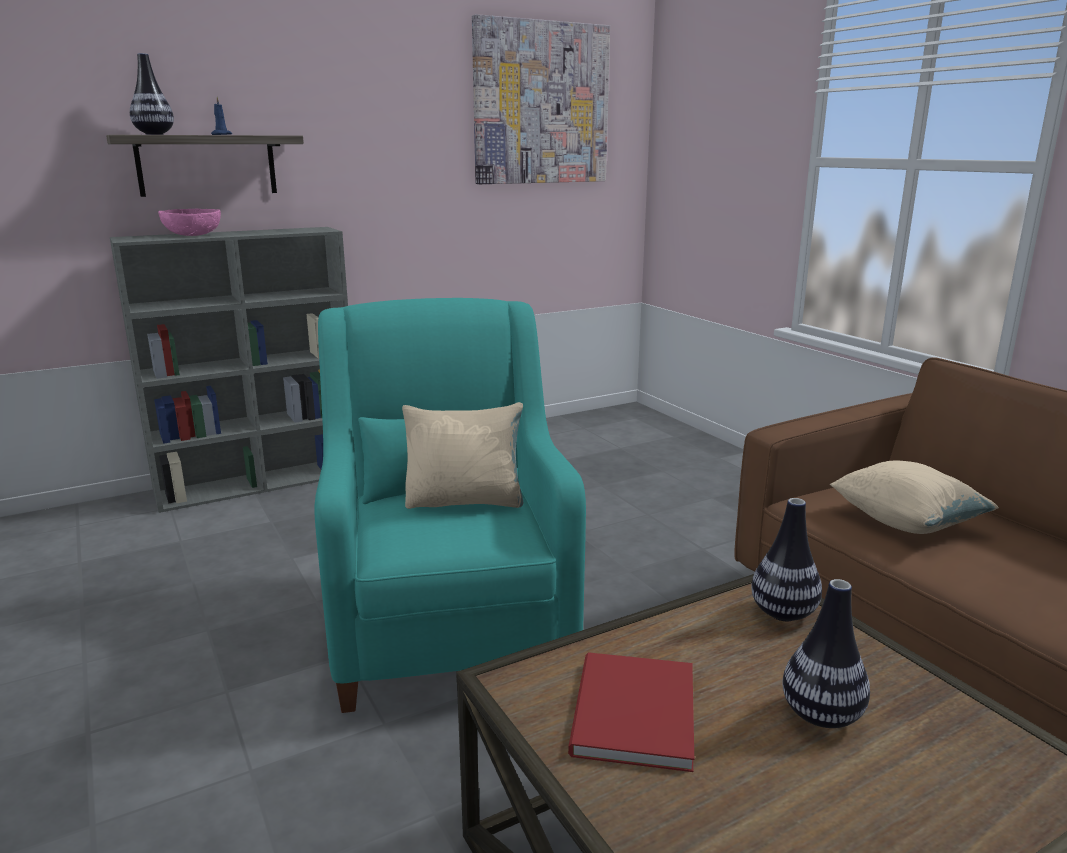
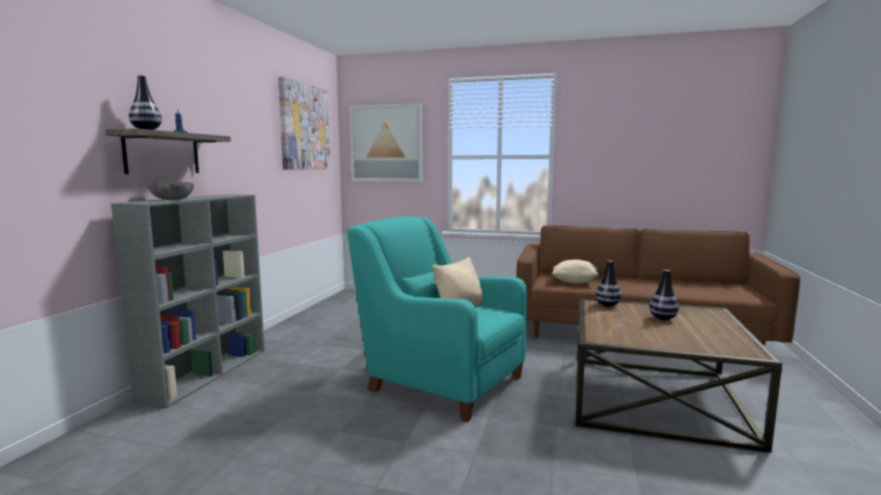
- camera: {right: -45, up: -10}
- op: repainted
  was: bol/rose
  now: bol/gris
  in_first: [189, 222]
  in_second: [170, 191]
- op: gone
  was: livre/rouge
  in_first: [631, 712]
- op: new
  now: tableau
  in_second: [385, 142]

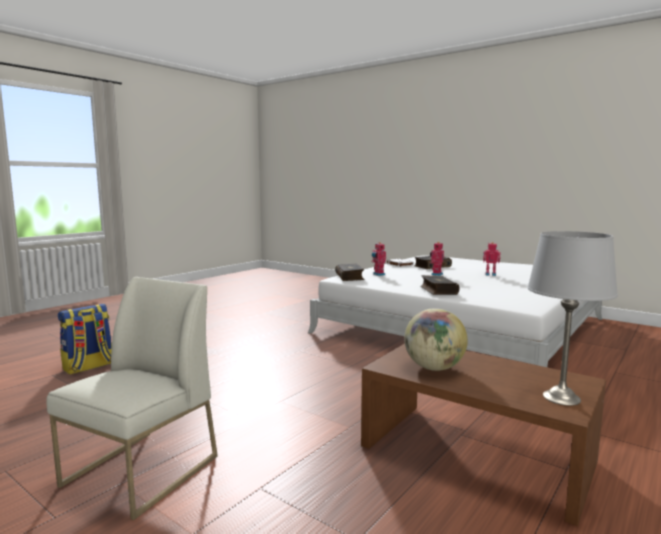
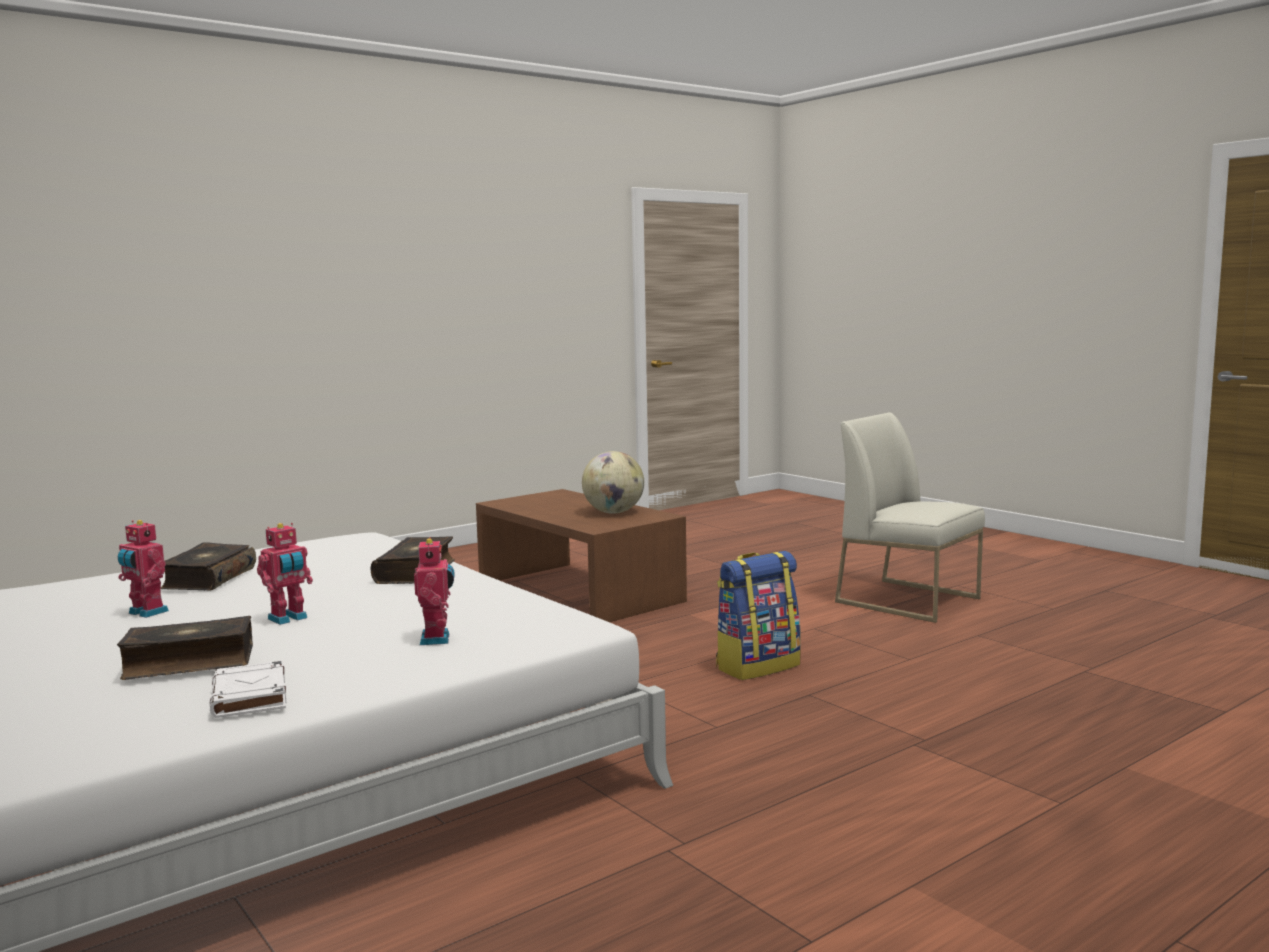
- camera: {right: -165, up: 0}
- op: gone
  was: lampe de table/gris
  in_first: [572, 318]
- op: shifted
  was: livre
  in_first: [350, 272]
  in_second: [208, 566]
- op: rotated
  was: chaise/blanc
  in_first: [132, 398]
  in_second: [910, 517]
  clockwise: 90
- op: shifted
  was: sac à dos
  in_first: [85, 339]
  in_second: [758, 615]

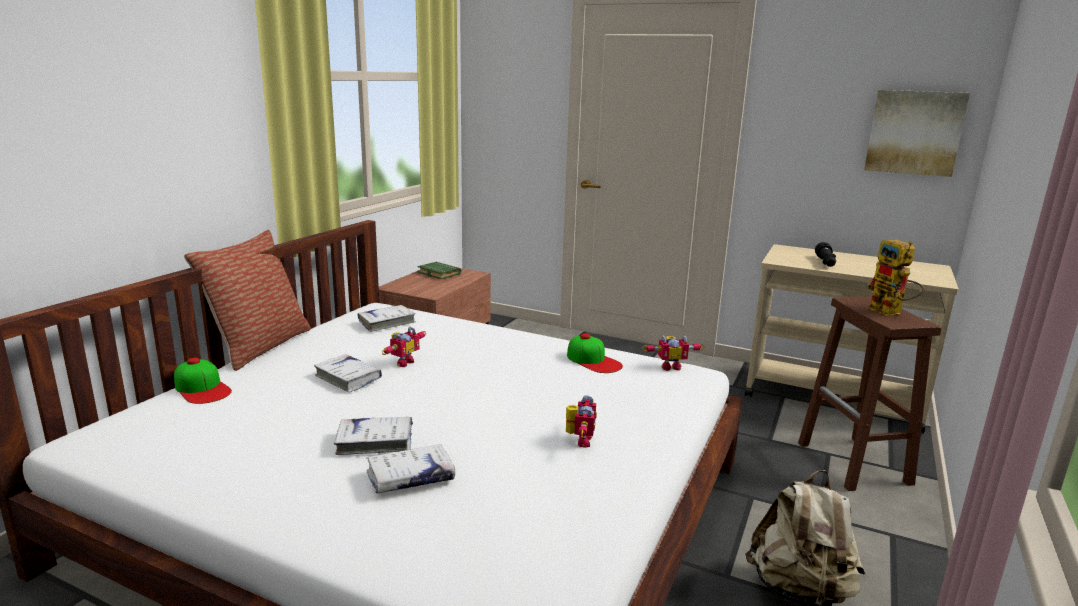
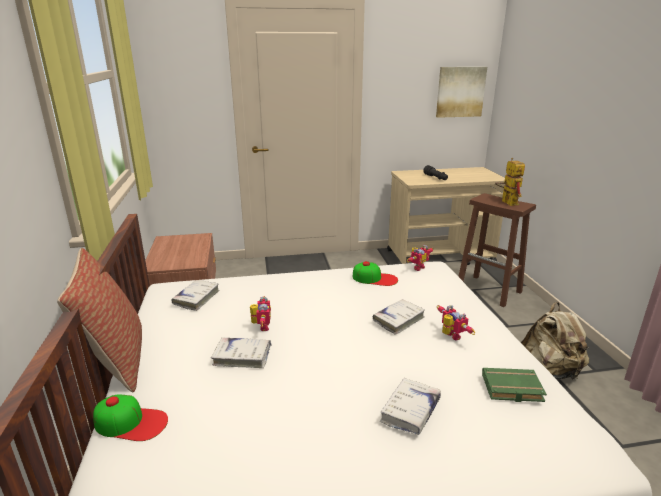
- camera: {right: -35, up: 5}
- op: rotated
  was: robot jouet
  in_first: [895, 277]
  in_second: [510, 182]
  clockwise: -135
- op: shifted
  was: livre/vert
  in_first: [439, 270]
  in_second: [514, 385]
- op: shifted
  was: livre/blanc
  in_first: [373, 436]
  in_second: [399, 317]

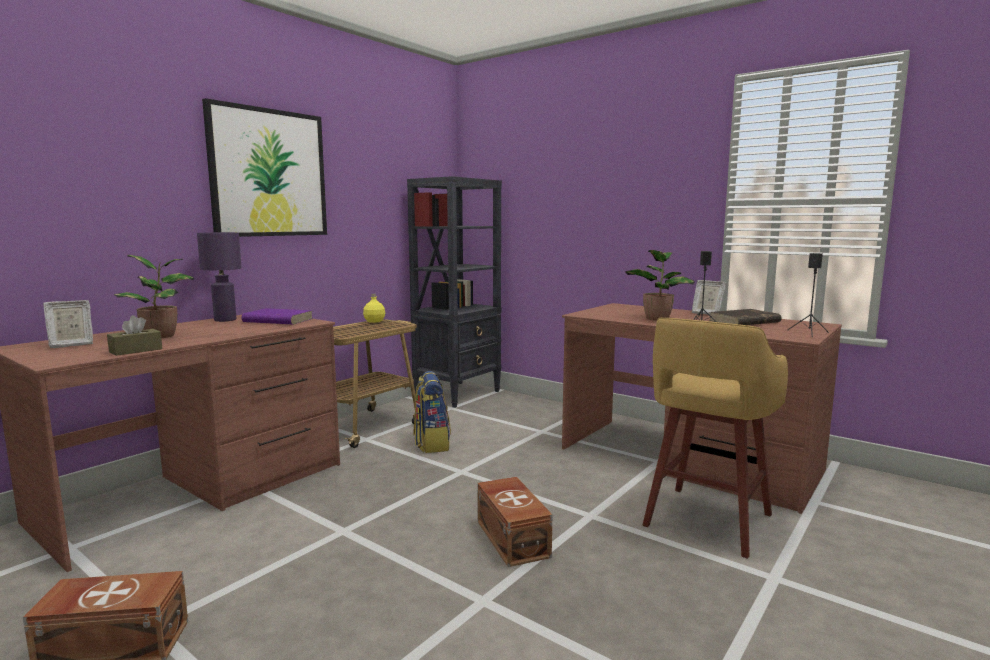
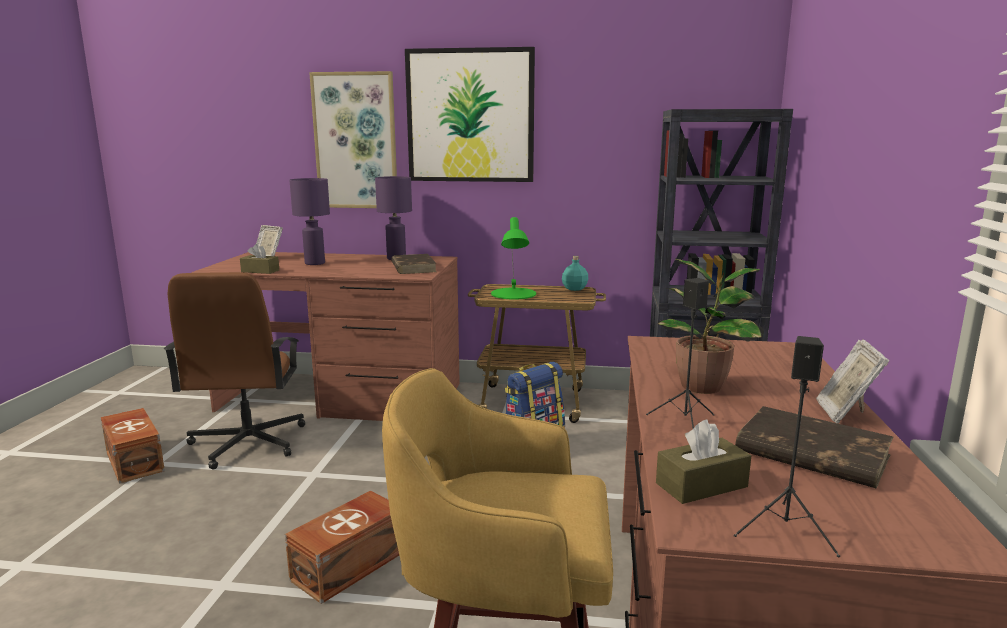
- camera: {right: 60, up: 5}
- op: swapped
  was: plante en pot
  now: lampe de table/violet
  in_first: [154, 296]
  in_second: [309, 221]
- op: repainted
  was: bouteille/jaune
  now: bouteille/turquoise
  in_first: [374, 308]
  in_second: [575, 273]
- op: repainted
  was: livre/violet
  now: livre/marron
  in_first: [277, 316]
  in_second: [414, 264]
- op: new
  now: tableau
  in_second: [353, 139]
- op: new
  now: lampe de table/vert
  in_second: [513, 258]
- op: new
  now: chaise de bureau/marron
  in_second: [234, 371]
- op: new
  now: boîte à mouchoirs/marron
  in_second: [703, 462]

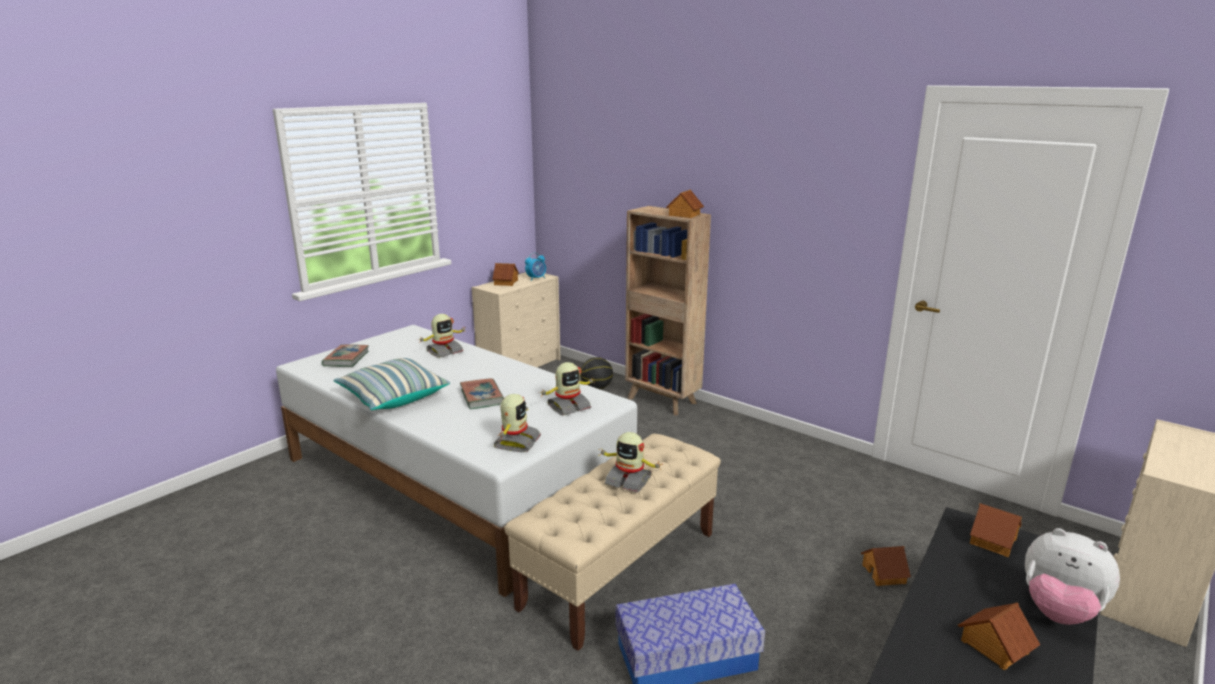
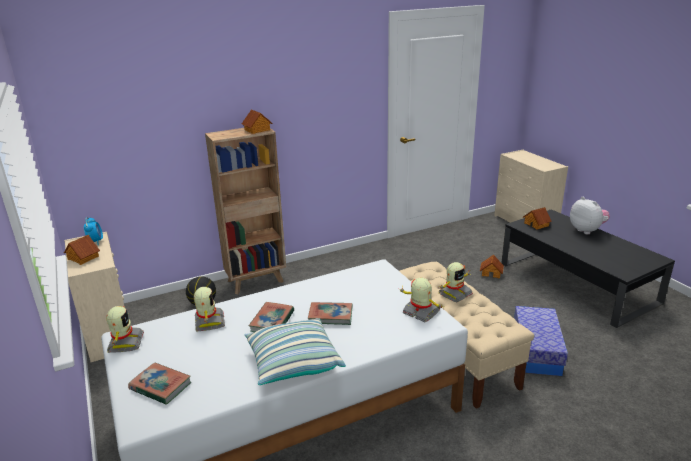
- camera: {right: -65, up: 5}
- op: shifted
  was: robot jouet
  in_first: [568, 389]
  in_second: [125, 329]
- op: rotated
  was: peluche
  in_first: [1072, 576]
  in_second: [590, 216]
  clockwise: -90
- op: gone
  was: maison miniature
  in_first: [999, 636]
- op: new
  now: livre
  in_second: [271, 317]

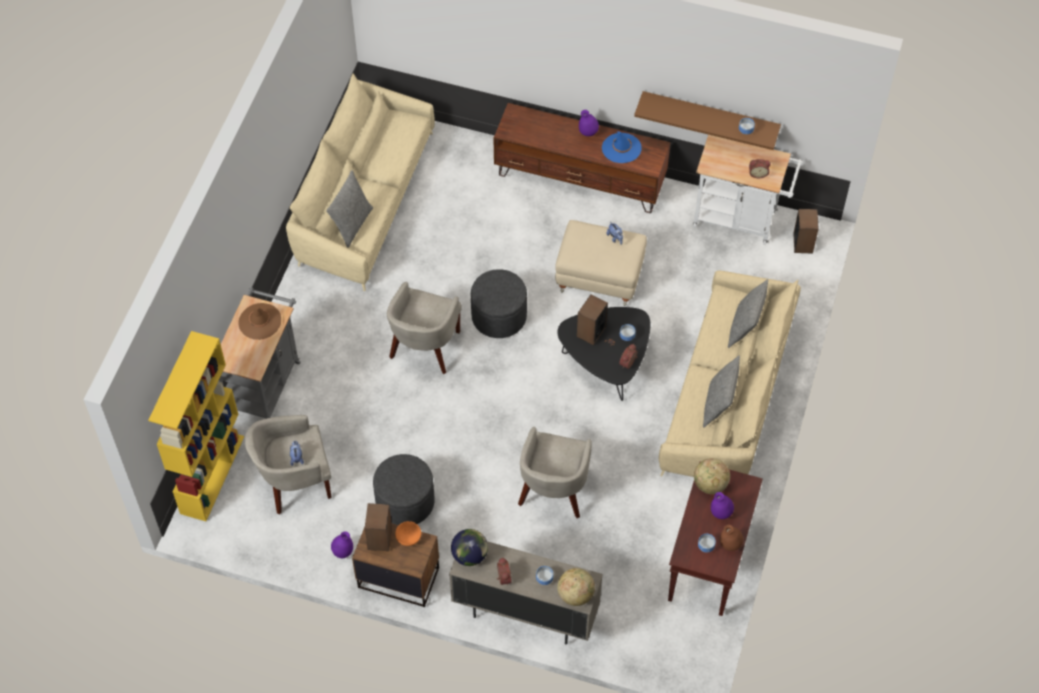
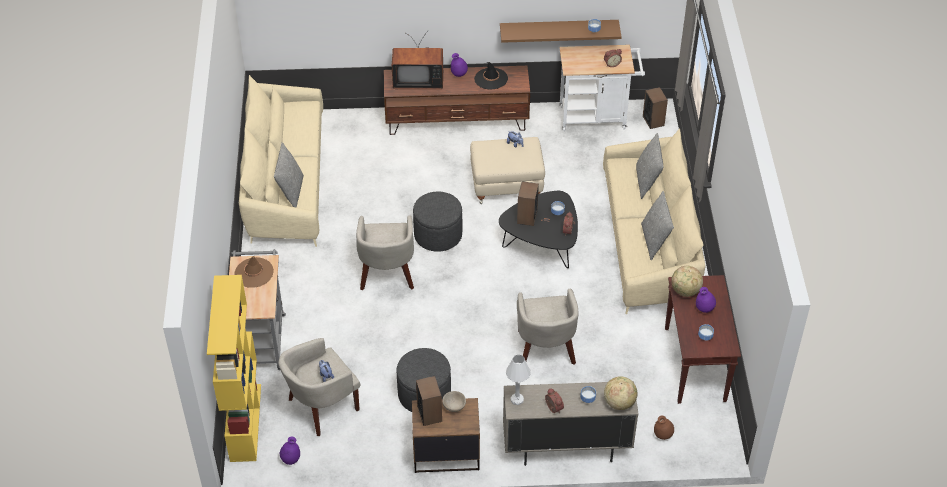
- camera: {right: -20, up: -10}
- op: repainted
  was: chapeau/bleu
  now: chapeau/noir
  in_first: [622, 147]
  in_second: [491, 76]
- op: repainted
  was: bol/orange
  now: bol/beige
  in_first: [408, 533]
  in_second: [454, 401]
- op: shifted
  was: vase/marron
  in_first: [732, 538]
  in_second: [664, 428]
- op: swapped
  was: globe
  now: lampe de table/blanc
  in_first: [469, 547]
  in_second: [518, 380]
- op: shifted
  was: vase/violet
  in_first: [342, 544]
  in_second: [290, 450]
- op: new
  now: téléviseur
  in_second: [417, 60]

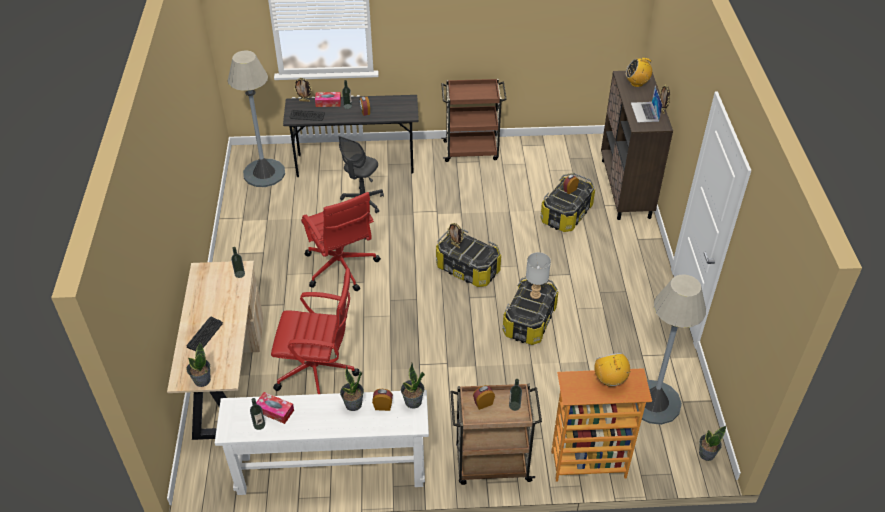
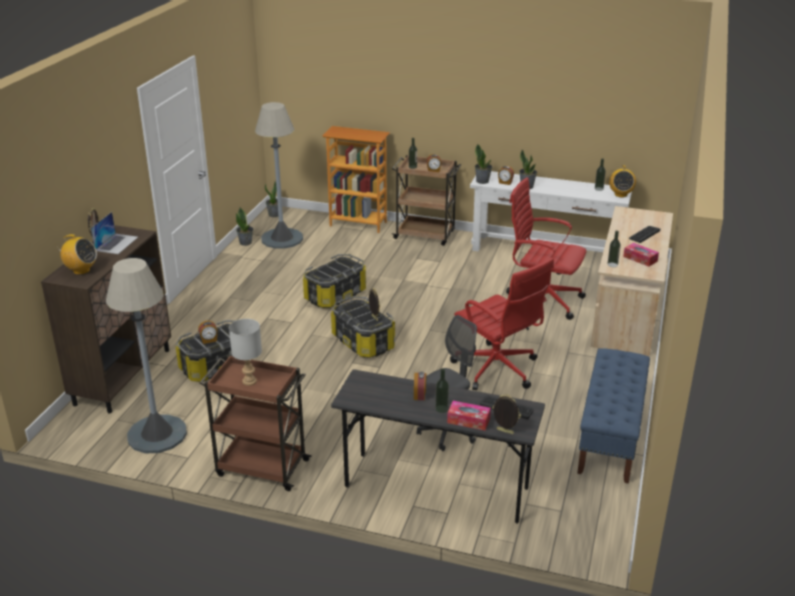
- camera: {right: -160, up: -15}
- op: shifted
  was: lampadaire/gris
  in_first: [256, 119]
  in_second: [146, 355]
- op: rotated
  was: chaise de bureau/rouge
  in_first: [341, 241]
  in_second: [502, 324]
  clockwise: 150
- op: shifted
  was: lampe de table/gris
  in_first: [538, 275]
  in_second: [245, 352]
- op: shifted
  was: plante en pot
  in_first: [198, 364]
  in_second: [244, 226]
- op: shifted
  was: radio
  in_first: [612, 370]
  in_second: [622, 181]
- op: shifted
  was: boîte à mouchoirs
  in_first: [275, 408]
  in_second: [641, 255]
- op: new
  now: banc/bleu
  in_second: [613, 416]

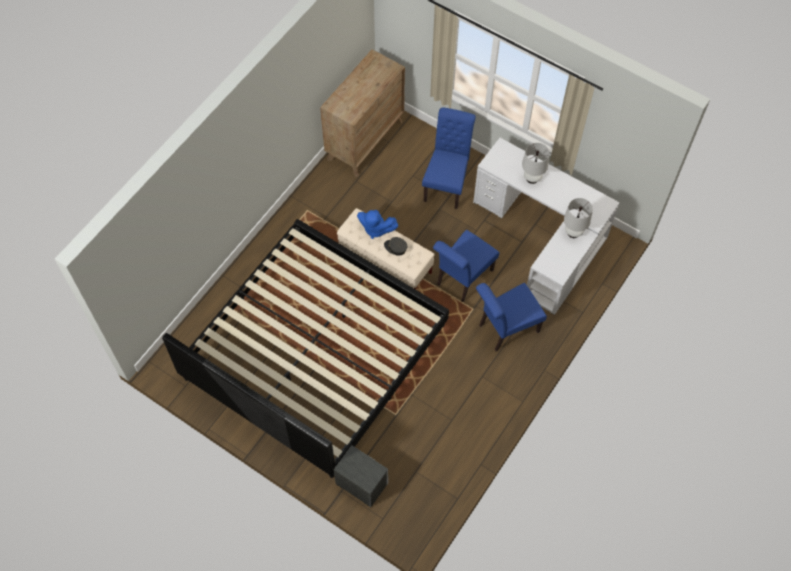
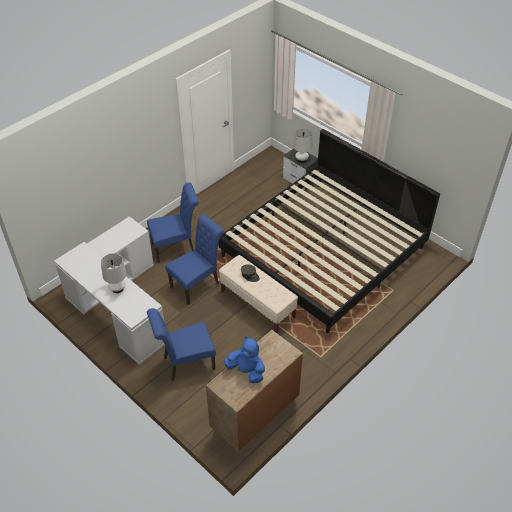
- camera: {right: -170, up: -15}
- op: rotated
  was: chaise/bleu
  in_first: [449, 158]
  in_second: [181, 344]
  clockwise: 45
- op: shifted
  was: lampe de table/blanc
  in_first: [578, 218]
  in_second: [302, 145]
- op: shifted
  was: peluche/bleu
  in_first: [377, 224]
  in_second: [244, 359]

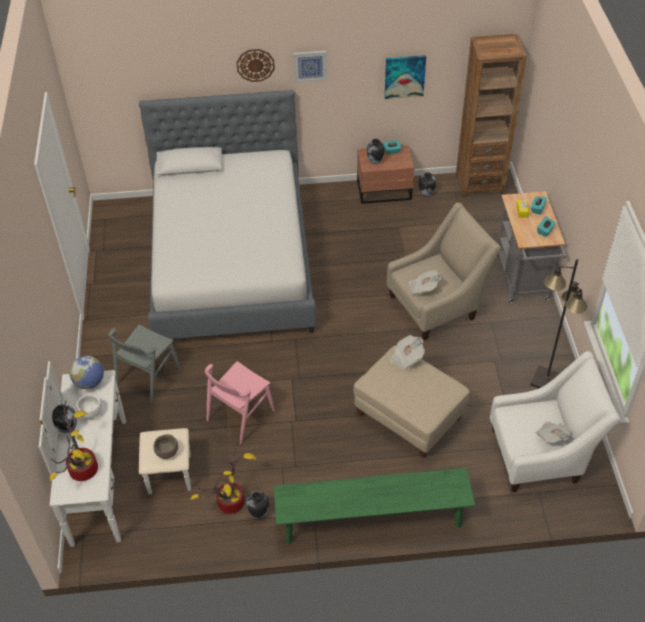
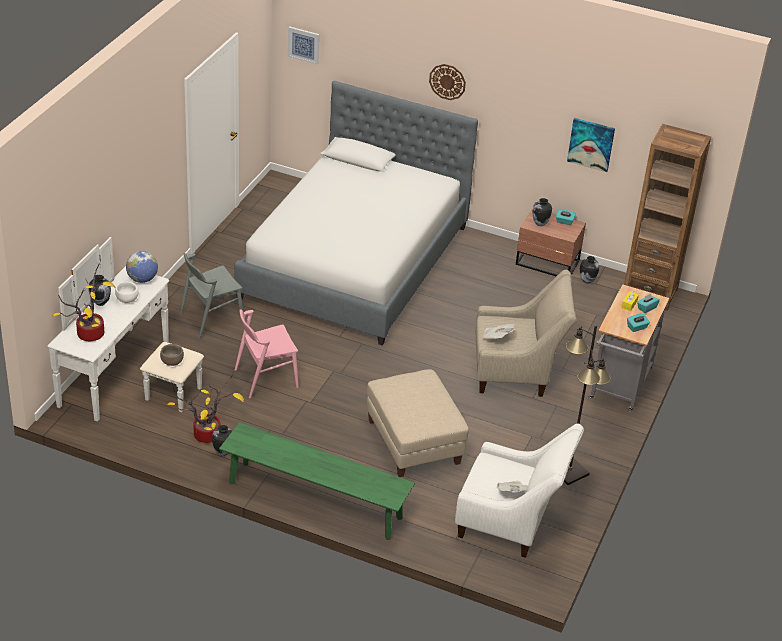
- camera: {right: 25, up: -10}
- op: shifted
  was: tableau
  in_first: [310, 66]
  in_second: [303, 45]
- op: gone
  was: journal
  in_first: [407, 352]

